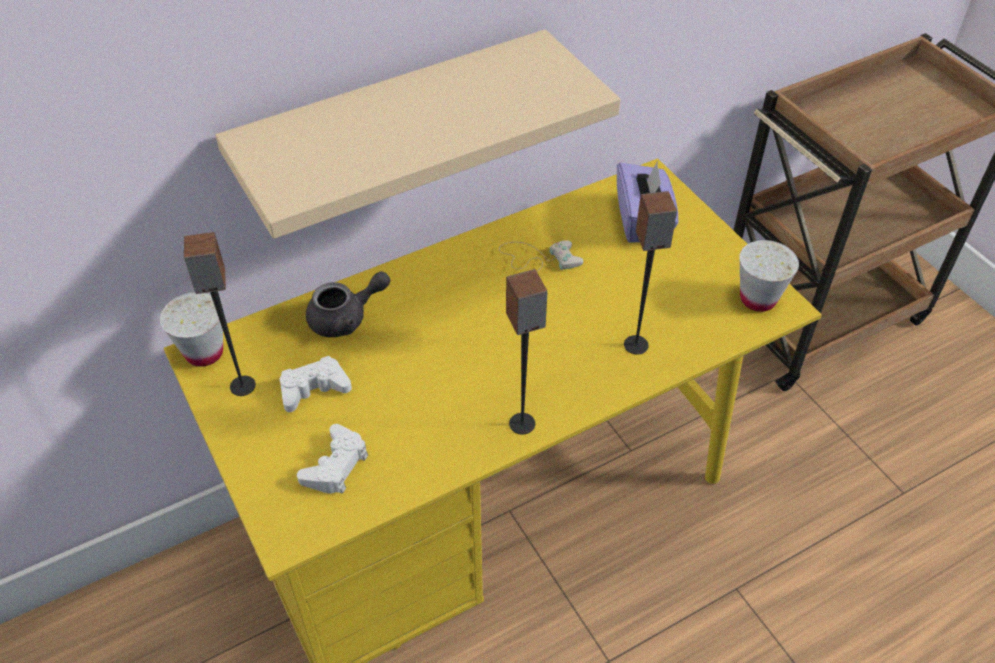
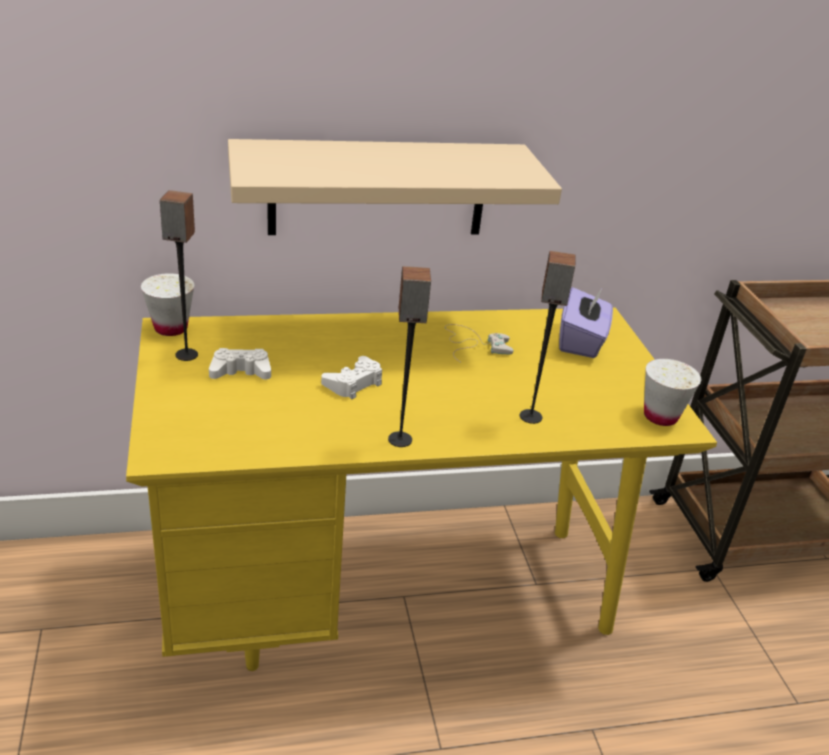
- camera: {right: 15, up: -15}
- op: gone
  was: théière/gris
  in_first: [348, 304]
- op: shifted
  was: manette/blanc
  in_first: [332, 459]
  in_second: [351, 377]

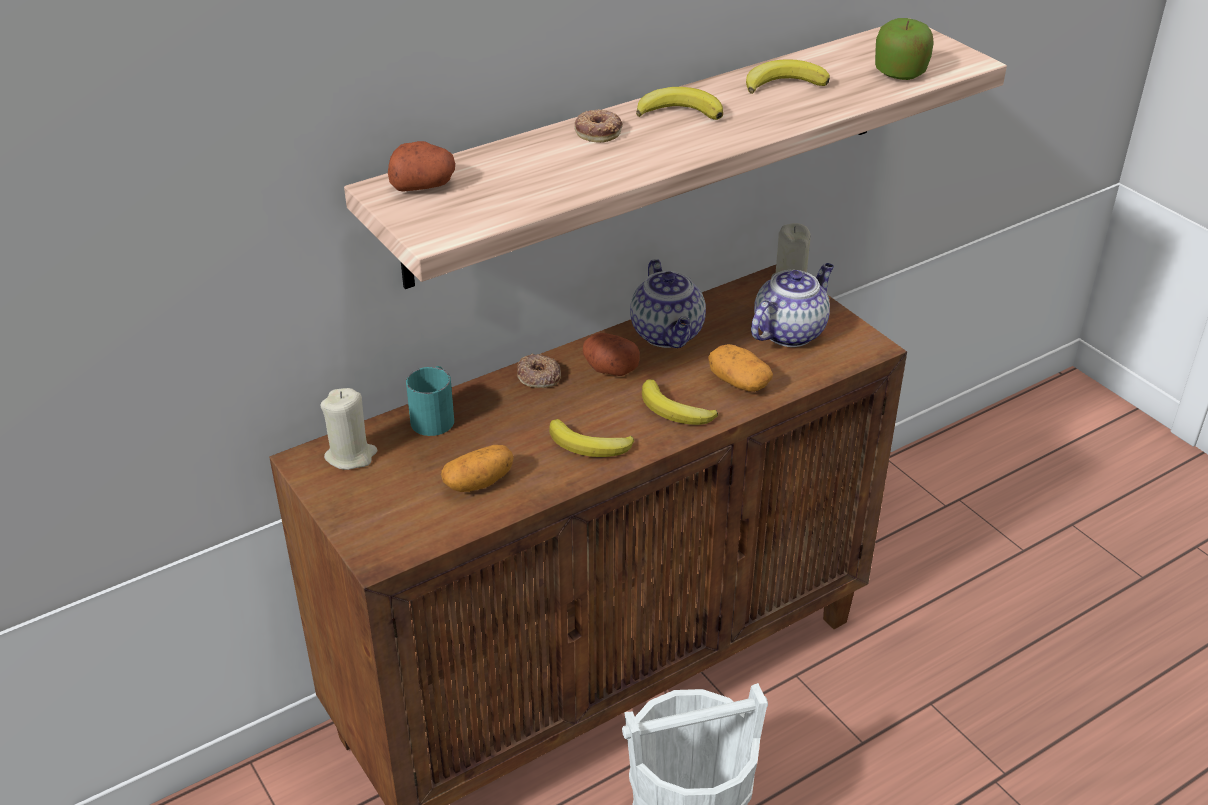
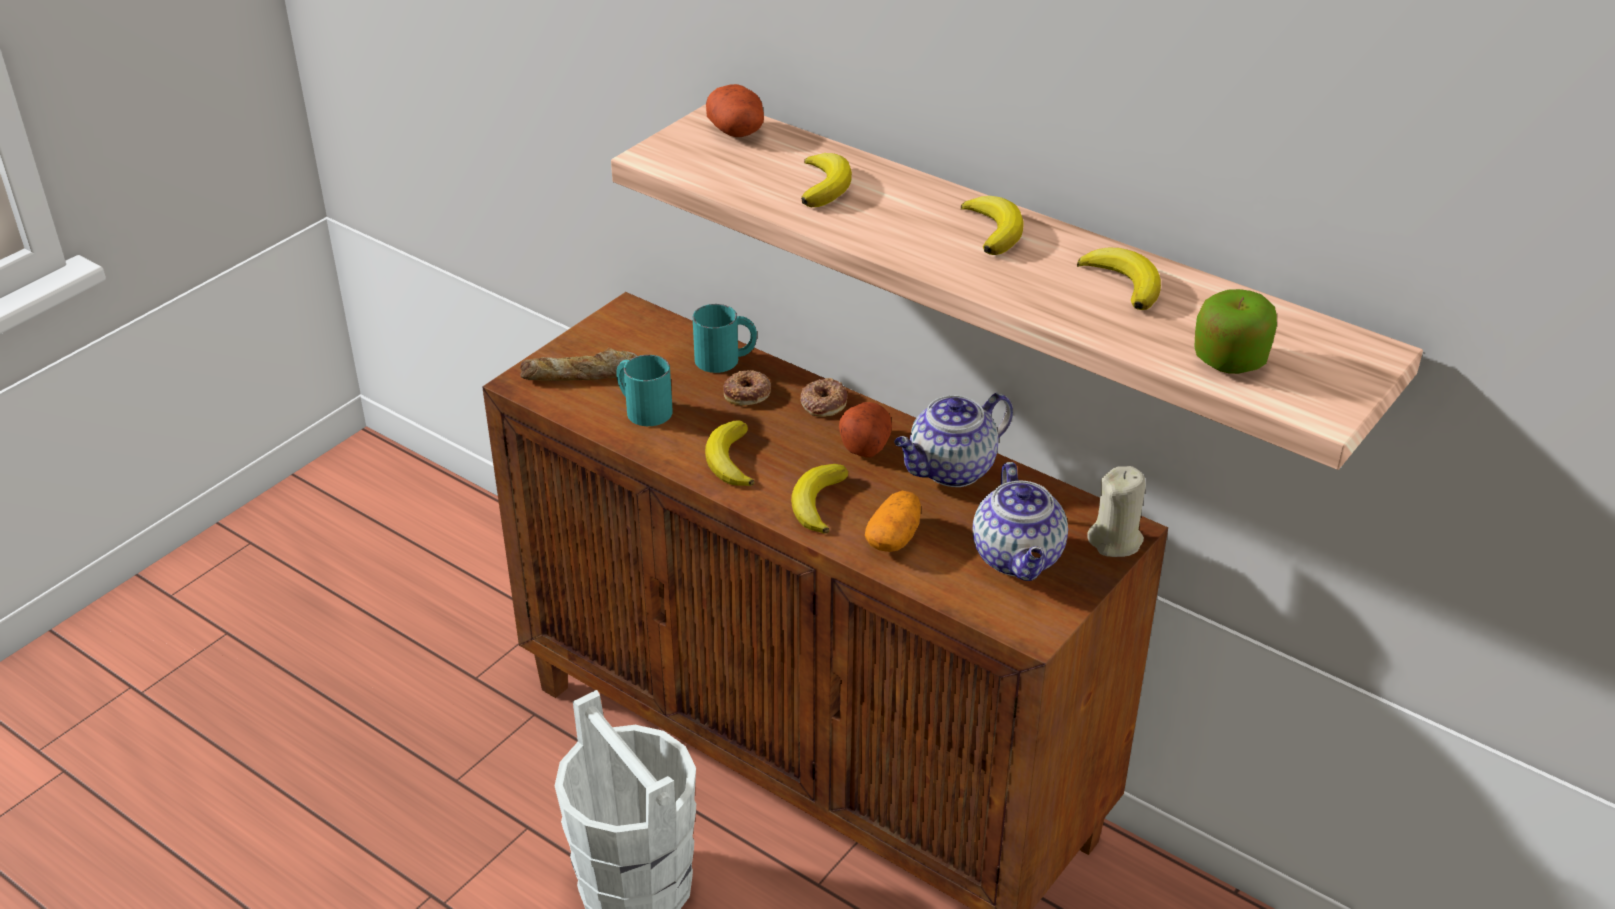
- camera: {right: 70, up: 0}
- op: shifted
  was: beignet
  in_first: [598, 126]
  in_second: [747, 387]
- op: rotated
  was: théière
  in_first: [792, 305]
  in_second: [1020, 521]
  clockwise: 60
- op: gone
  was: bougie/beige
  in_first: [348, 429]
- op: swapped
  was: pomme de terre
  now: mug/turquoise
  in_first: [477, 468]
  in_second: [644, 390]
- op: new
  now: banane
  in_second: [826, 180]
- op: new
  now: pain
  in_second: [578, 364]

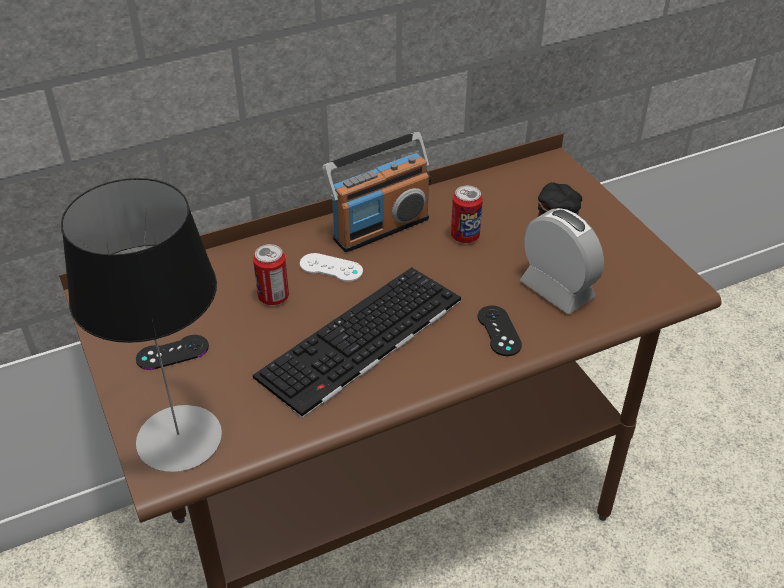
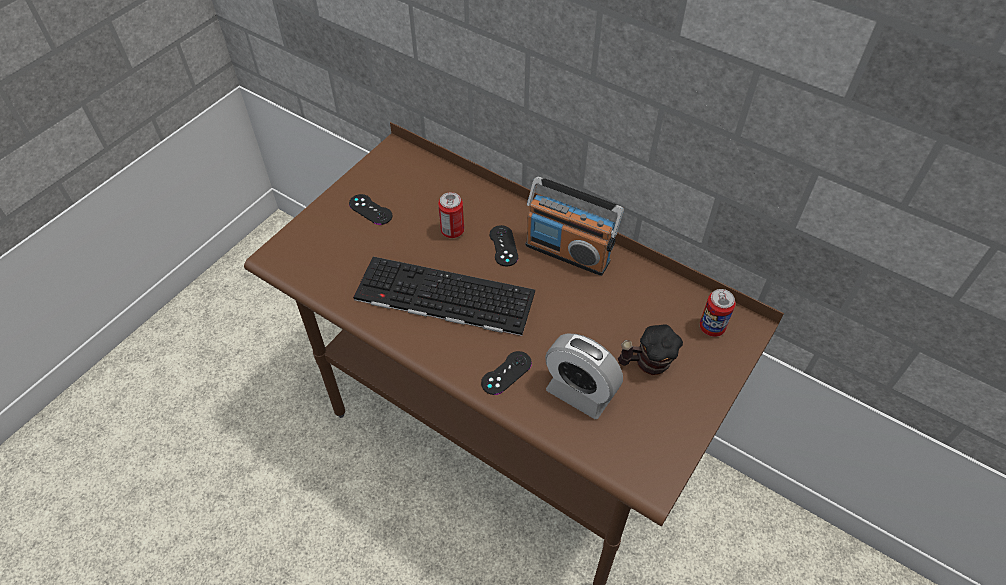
- camera: {right: 60, up: 10}
- op: gone
  was: lampe de table
  in_first: [141, 325]
- op: shifted
  was: boîte métallique
  in_first: [467, 214]
  in_second: [717, 313]
- op: rotated
  was: réveil
  in_first: [562, 261]
  in_second: [584, 376]
  clockwise: 105
- op: repainted
  was: manette/blanc
  now: manette/noir
  in_first: [331, 267]
  in_second: [504, 245]

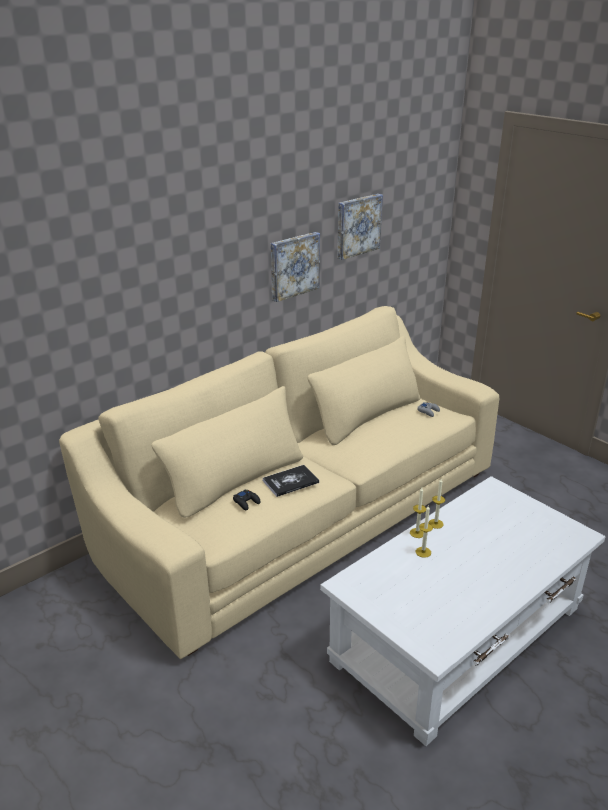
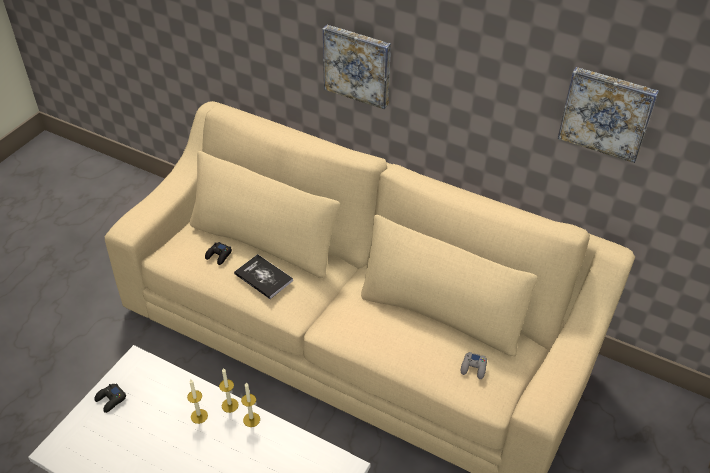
- camera: {right: 70, up: 15}
- op: shifted
  was: tableau
  in_first: [295, 267]
  in_second: [357, 67]
- op: new
  now: manette/noir
  in_second: [110, 398]

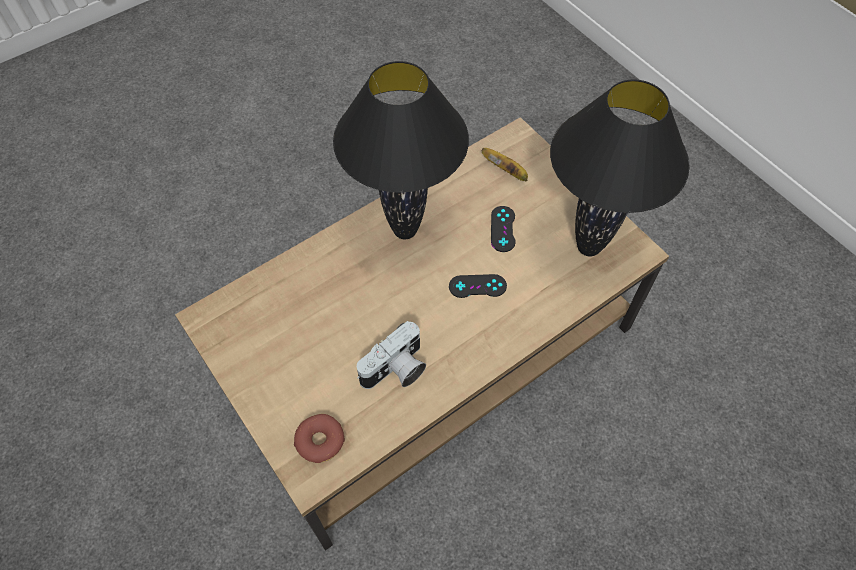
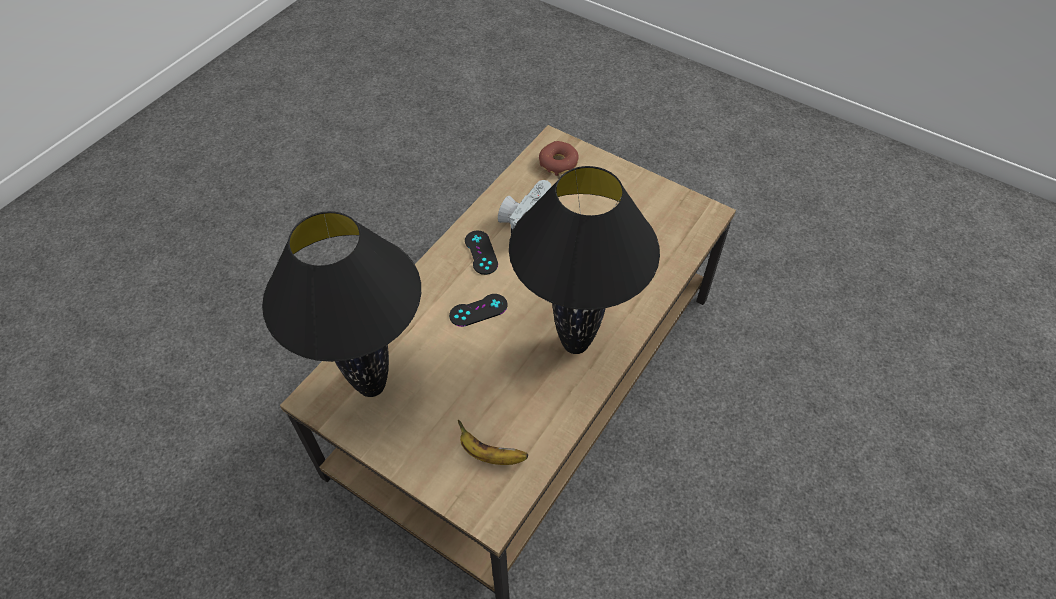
- camera: {right: 160, up: -5}
- op: shifted
  was: manette/noir
  in_first: [503, 229]
  in_second: [481, 253]

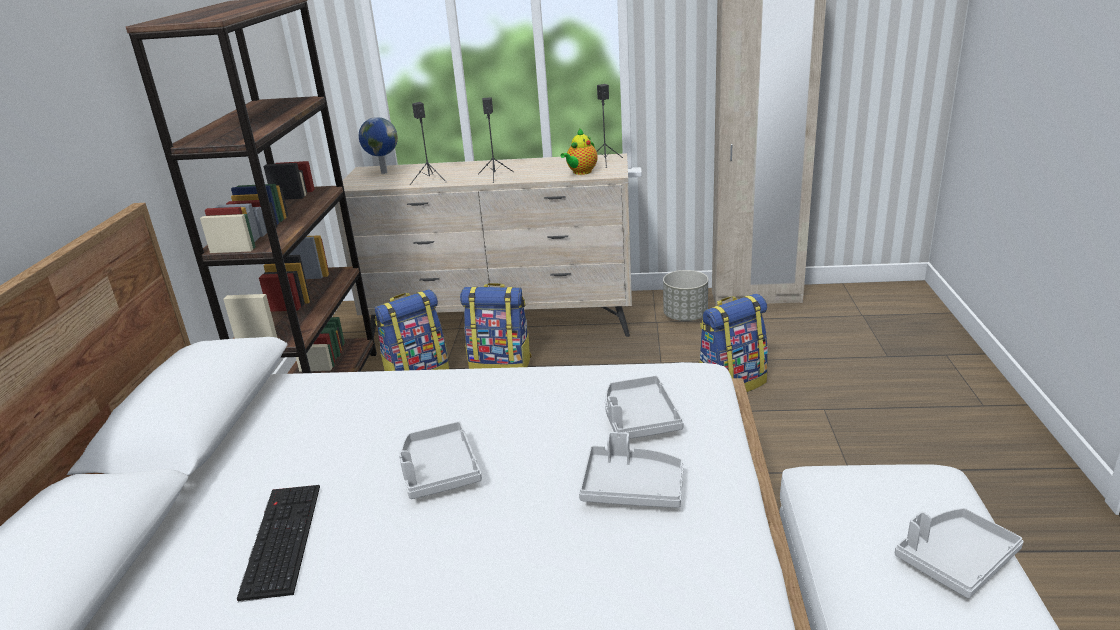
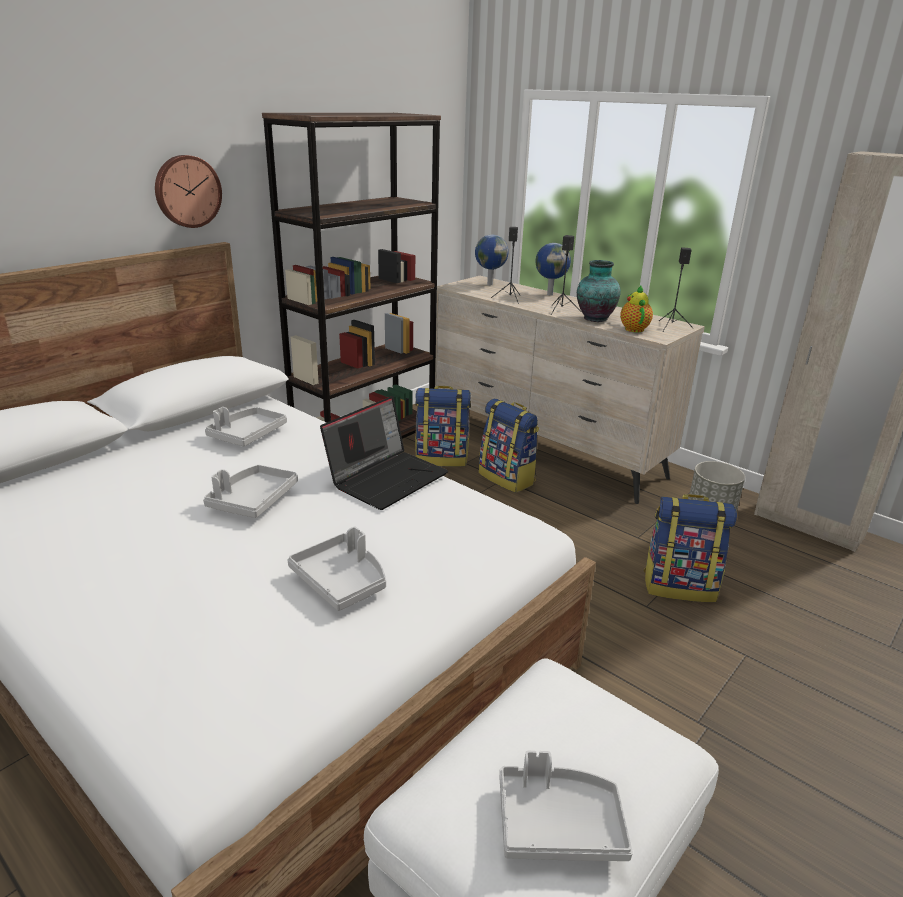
- camera: {right: 35, up: 0}
- op: rotated
  was: théière
  in_first: [579, 151]
  in_second: [636, 308]
  clockwise: 105
- op: shifted
  was: plateau/gris
  in_first: [644, 407]
  in_second: [246, 426]
- op: gone
  was: clavier
  in_first: [278, 544]
- op: new
  now: horloge murale
  in_second: [188, 191]
- op: new
  now: globe
  in_second: [553, 269]
- op: new
  now: vase
  in_second: [599, 291]
- op: new
  now: ordinateur portable
  in_second: [384, 453]

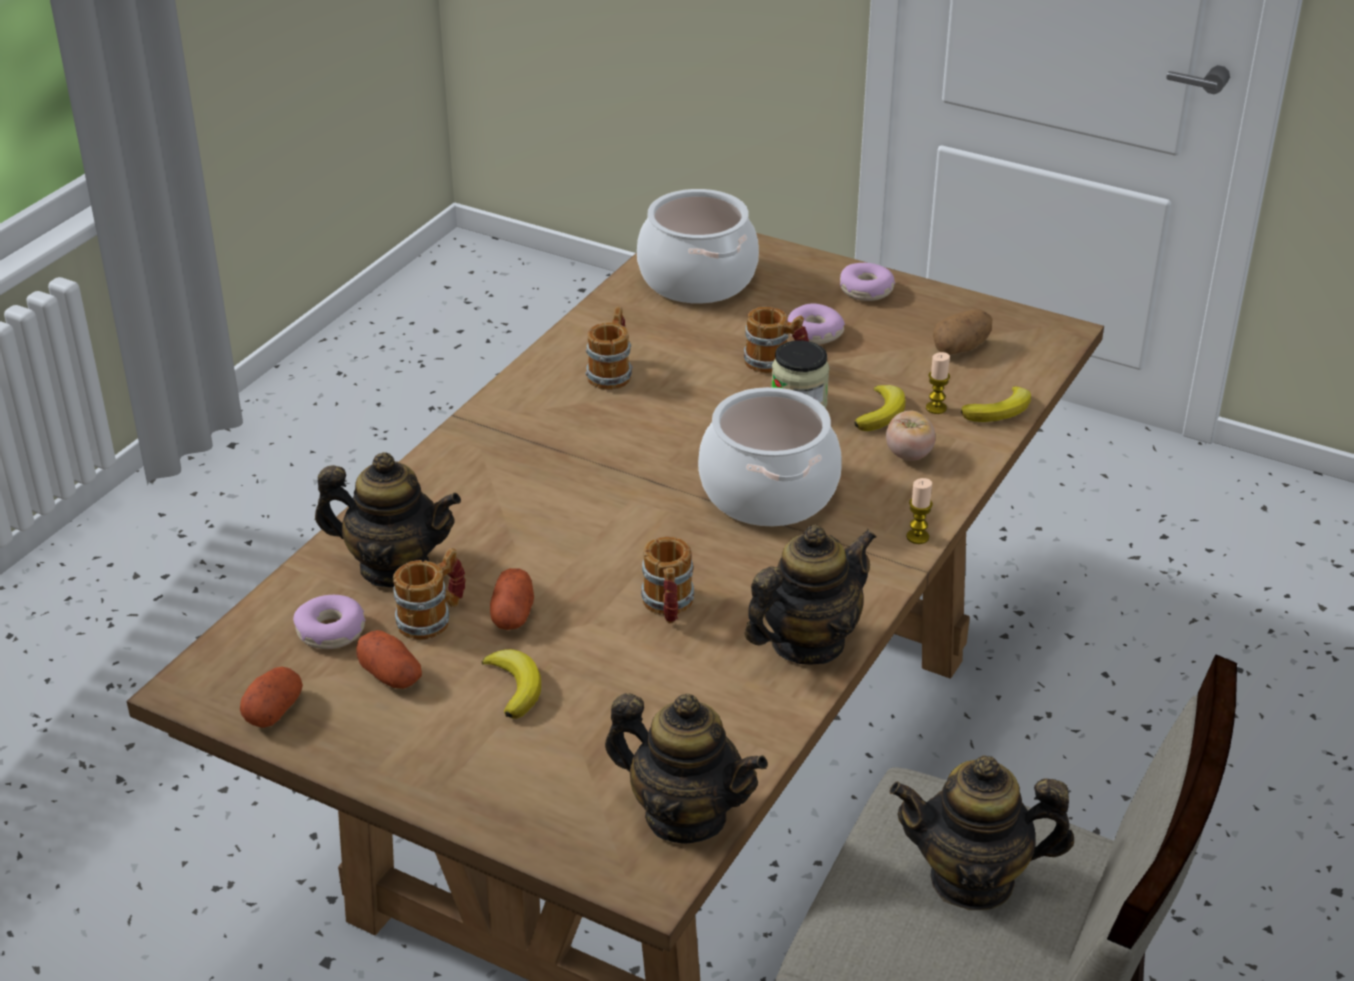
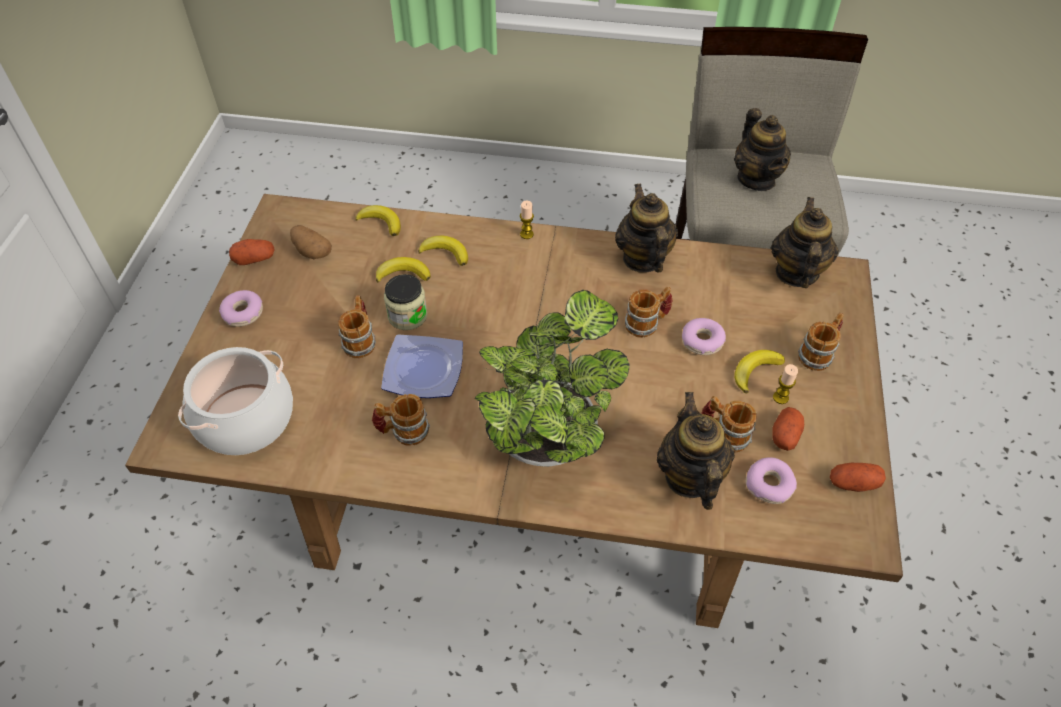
- camera: {right: -110, up: 15}
- op: shifted
  was: beignet
  in_first: [816, 324]
  in_second: [704, 336]
- op: shifted
  was: bougie
  in_first: [938, 383]
  in_second: [785, 384]
- op: gone
  was: marmite
  in_first: [770, 456]
- op: swapped
  was: tomate
  now: banane
  in_first: [910, 436]
  in_second: [443, 251]
- op: rotated
  was: théière
  in_first: [810, 594]
  in_second: [646, 228]
  clockwise: 45
- op: shifted
  was: pomme de terre
  in_first: [512, 599]
  in_second: [252, 252]
- op: new
  now: plante en pot
  in_second: [552, 378]
- op: new
  now: mug
  in_second: [821, 342]
- op: new
  now: assiette
  in_second: [422, 366]

